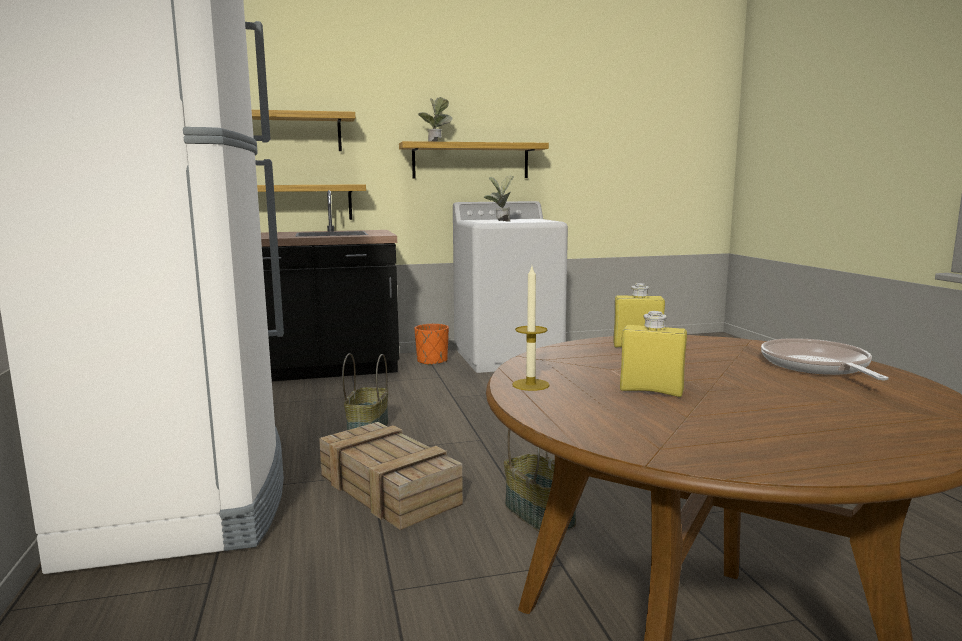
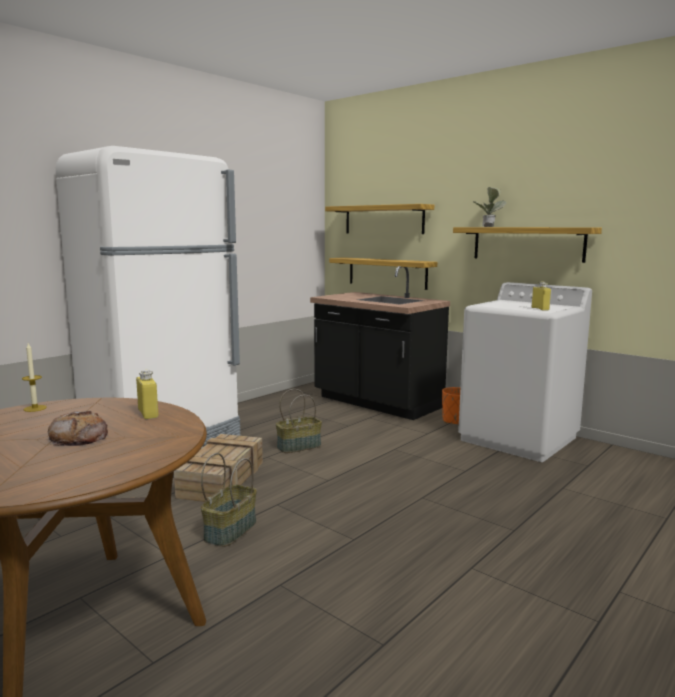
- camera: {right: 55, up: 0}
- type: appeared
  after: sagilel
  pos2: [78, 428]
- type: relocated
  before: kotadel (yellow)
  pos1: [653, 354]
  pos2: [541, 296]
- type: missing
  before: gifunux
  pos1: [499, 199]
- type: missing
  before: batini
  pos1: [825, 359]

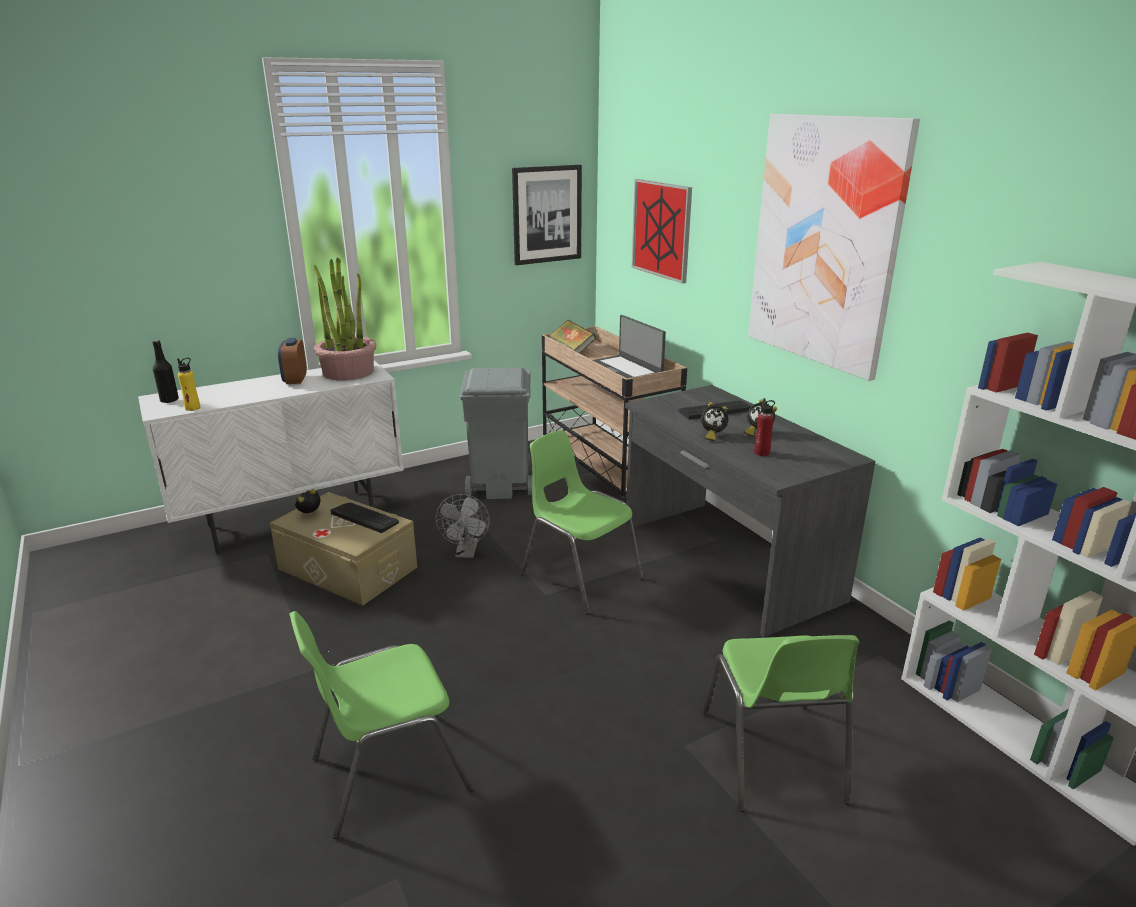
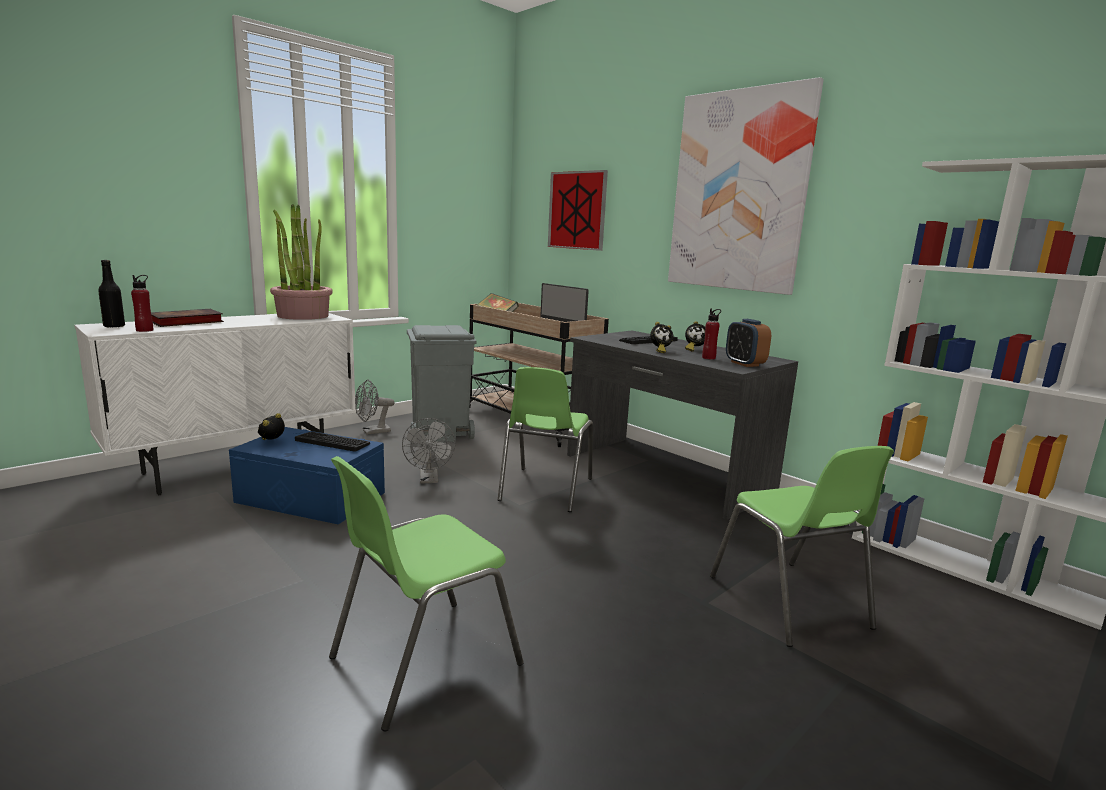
- camera: {right: -15, up: -10}
- type: colour
  before: kotadel (yellow)
  after: kotadel (red)
  pos1: [188, 384]
  pos2: [142, 303]
- type: appeared
  after: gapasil
  pos2: [187, 318]
- type: colour
  before: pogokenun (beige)
  after: pogokenun (blue)
  pos1: [343, 549]
  pos2: [307, 476]
- type: appeared
  after: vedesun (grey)
  pos2: [374, 407]
- type: spun
  before: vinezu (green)
  pos1: [582, 522]
  pos2: [545, 439]
  turn: -105
- type: relocated
  before: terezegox
  pos1: [292, 361]
  pos2: [748, 343]
- type: missing
  before: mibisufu
  pos1: [547, 215]

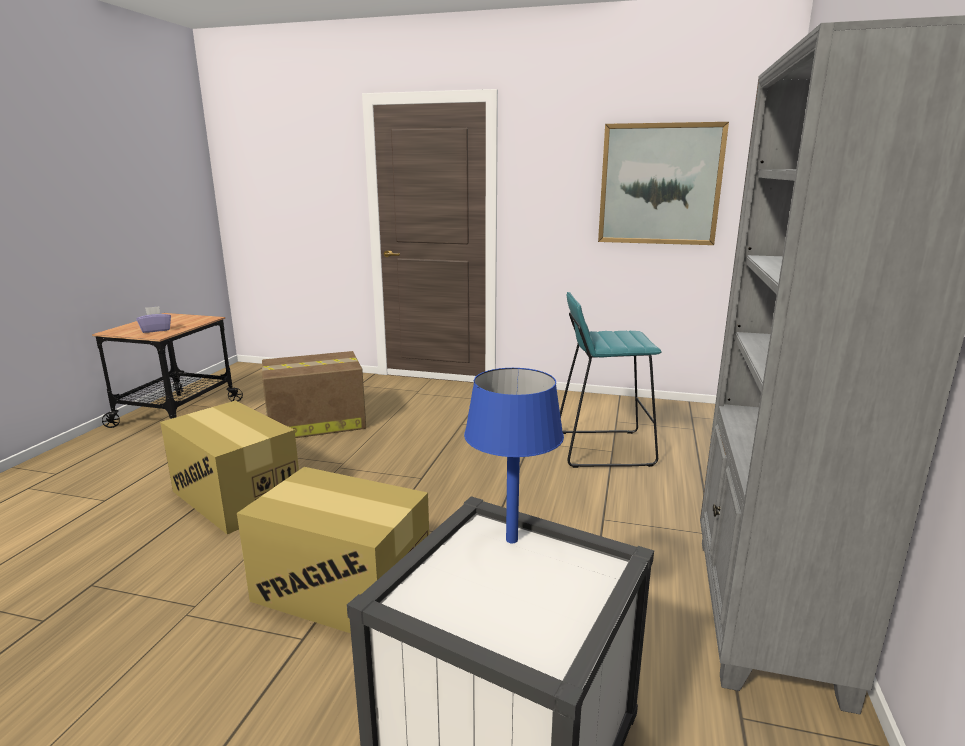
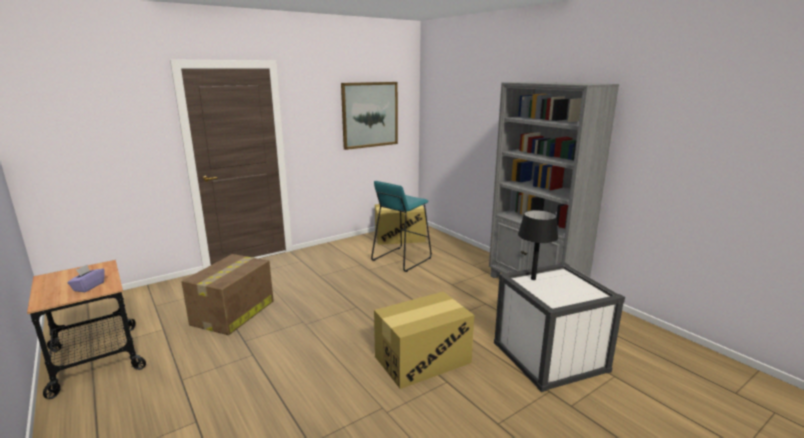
- camera: {right: -50, up: 0}
- type: relocated
  before: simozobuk
  pos1: [229, 468]
  pos2: [400, 224]
- type: colour
  before: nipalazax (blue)
  after: nipalazax (black)
  pos1: [514, 455]
  pos2: [538, 245]

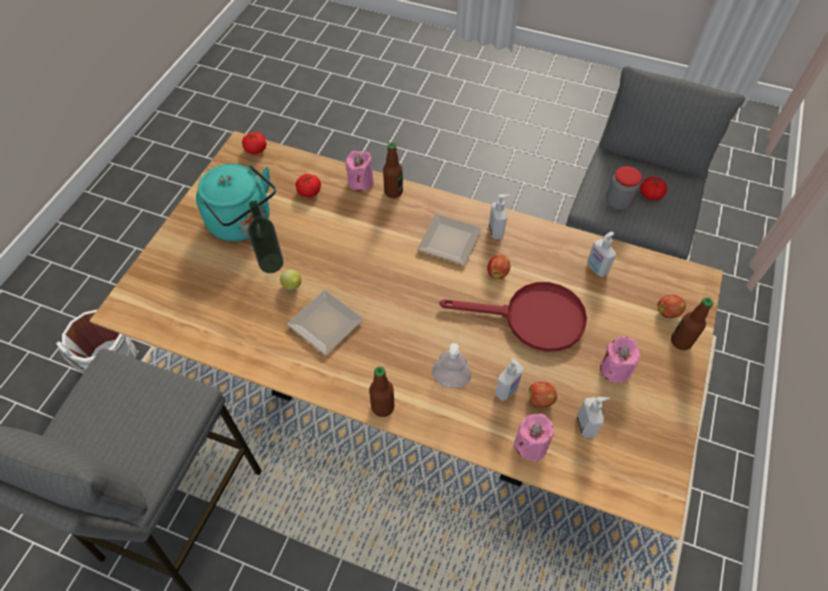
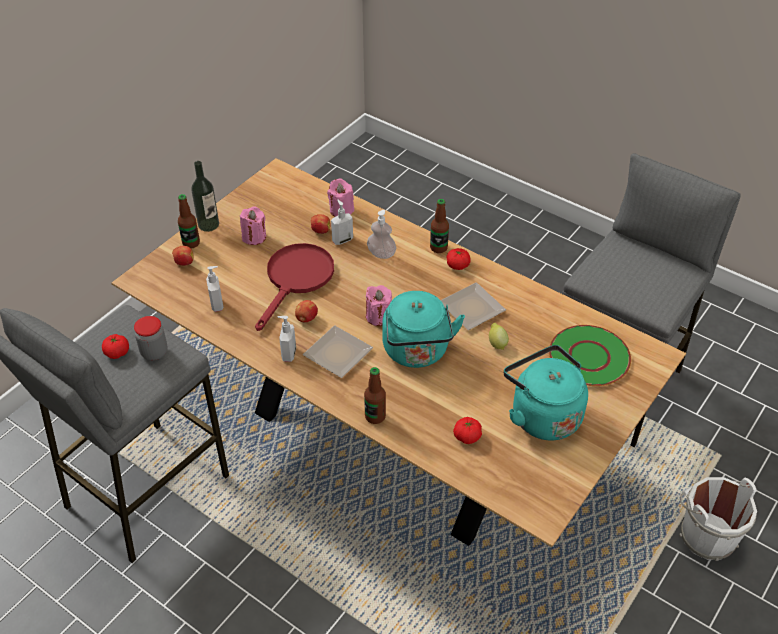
- camera: {right: -165, up: -10}
- type: relocated
  before: kotadel
  pos1: [266, 236]
  pos2: [205, 196]
- type: spun
  before: batini (red)
  pos1: [513, 316]
  pos2: [294, 287]
  turn: 90
- type: relocated
  before: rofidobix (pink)
  pos1: [359, 171]
  pos2: [379, 305]
- type: appeared
  after: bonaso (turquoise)
  pos2: [423, 329]
- type: relocated
  before: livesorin
  pos1: [254, 143]
  pos2: [458, 259]
- type: appeared
  after: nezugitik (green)
  pos2: [590, 355]
- type: missing
  before: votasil
  pos1: [593, 418]

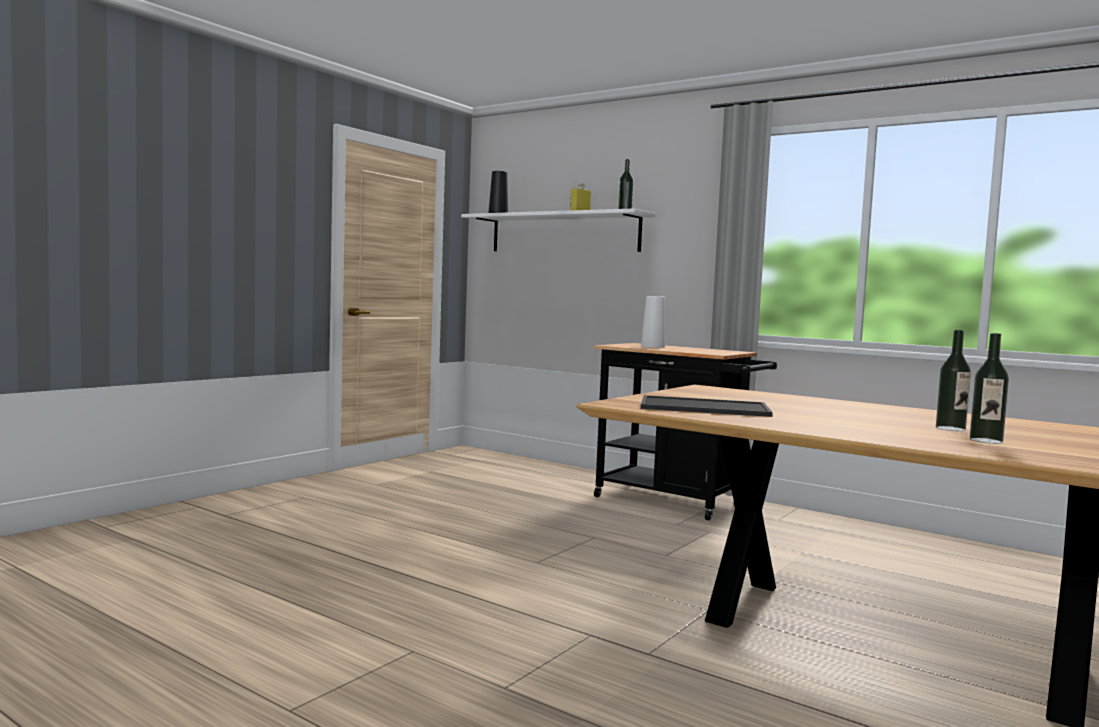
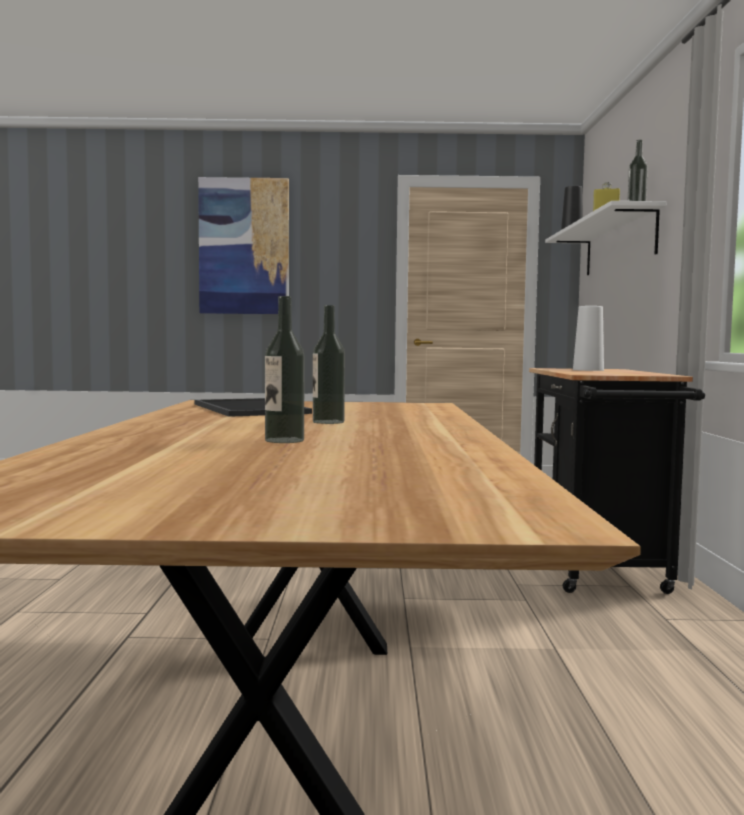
- camera: {right: 55, up: 0}
- type: appeared
  after: mibisufu
  pos2: [243, 245]
- type: relocated
  before: kotadel
  pos1: [989, 388]
  pos2: [329, 364]

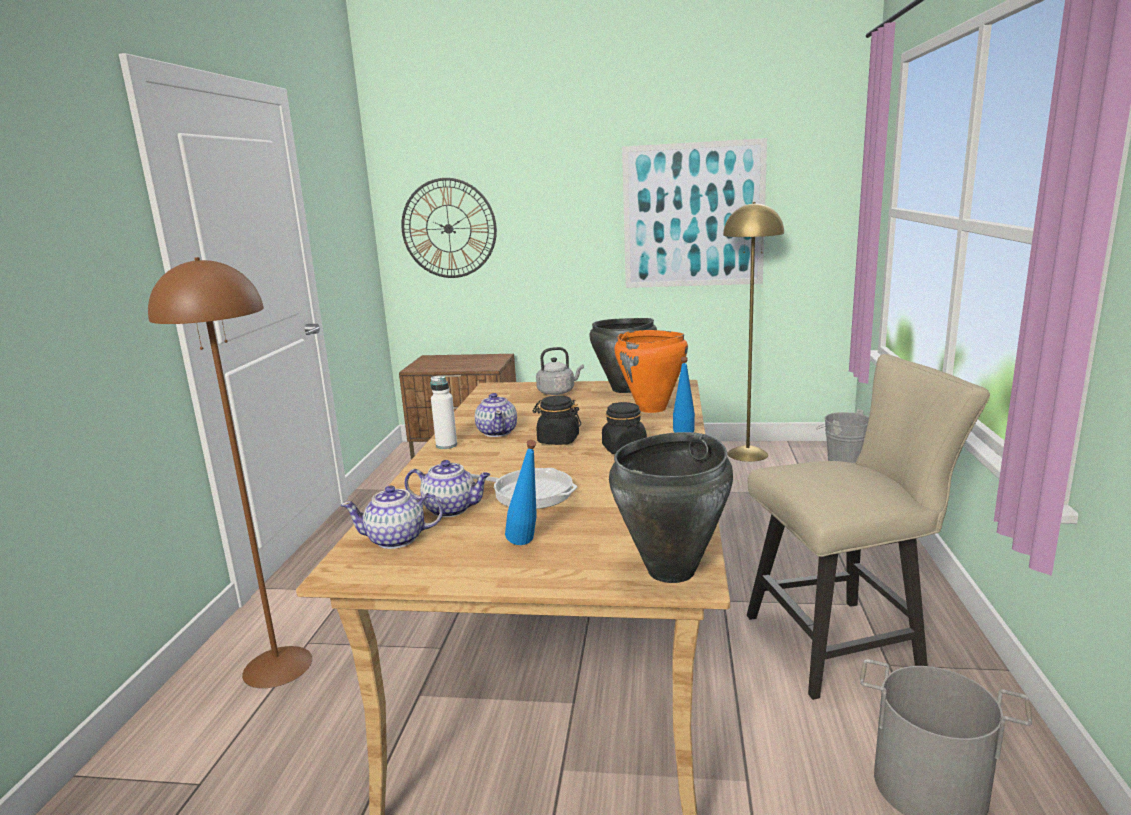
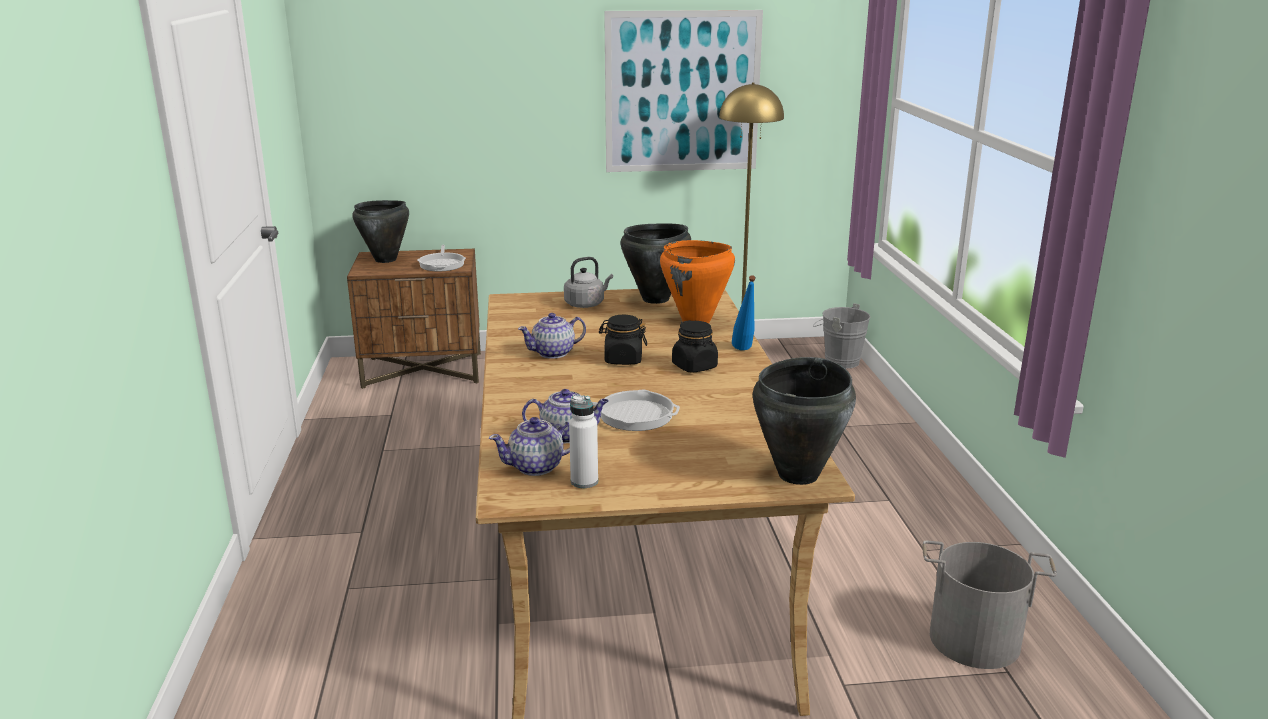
- camera: {right: -15, up: 5}
- type: appeared
  after: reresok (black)
  pos2: [381, 231]
- type: appeared
  after: batini
  pos2: [441, 258]
- type: spun
  before: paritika
  pos1: [496, 415]
  pos2: [552, 336]
  turn: 90
- type: relocated
  before: kotadel (white)
  pos1: [443, 412]
  pos2: [583, 441]
- type: missing
  before: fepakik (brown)
  pos1: [230, 472]
- type: missing
  before: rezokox
  pos1: [449, 228]
- type: missing
  before: kotadel (blue)
  pos1: [521, 492]
- type: missing
  before: vinezu (beige)
  pos1: [868, 527]

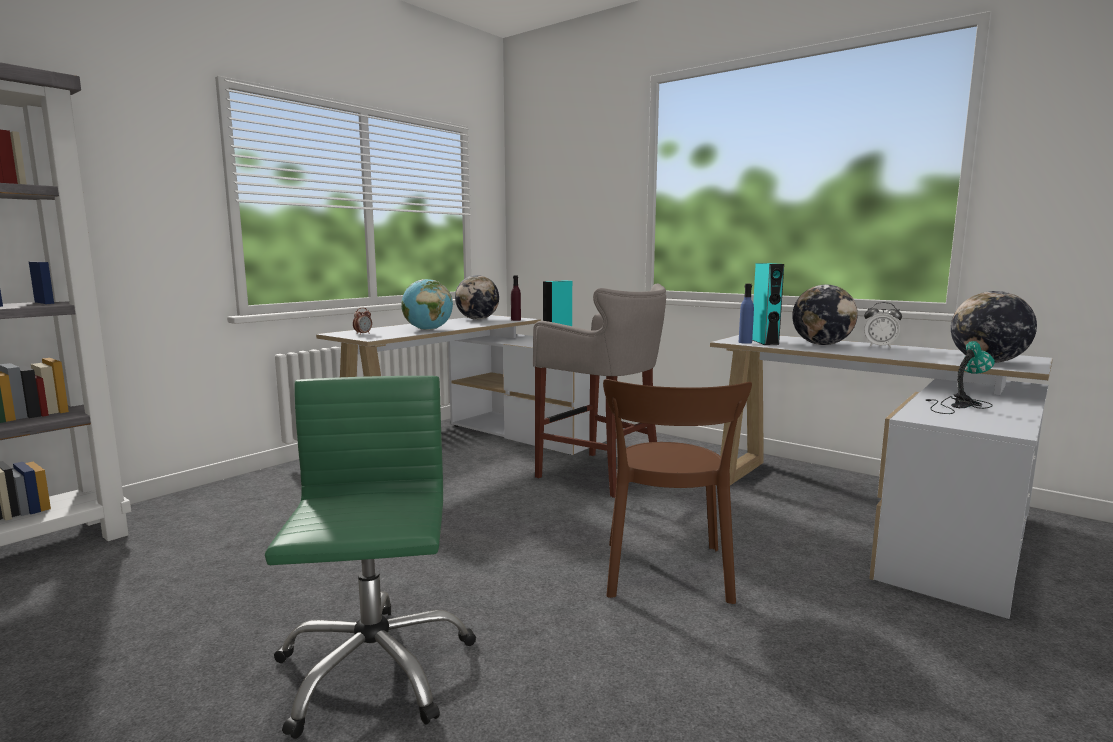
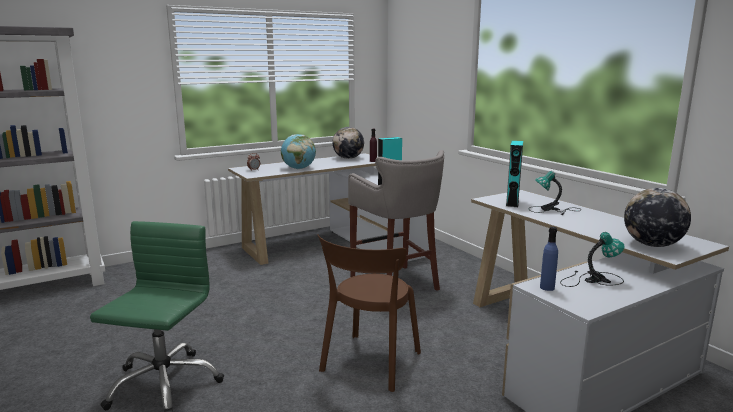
- camera: {right: 20, up: 5}
- type: exchanged
  before: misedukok
  after: nipalazax
  pos1: [825, 315]
  pos2: [555, 193]
- type: relocated
  before: kotadel (blue)
  pos1: [746, 314]
  pos2: [549, 259]
- type: missing
  before: terezegox
  pos1: [883, 325]

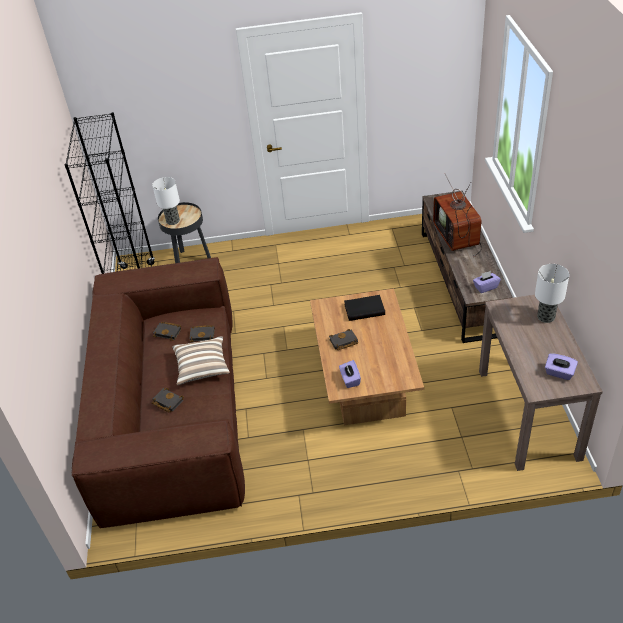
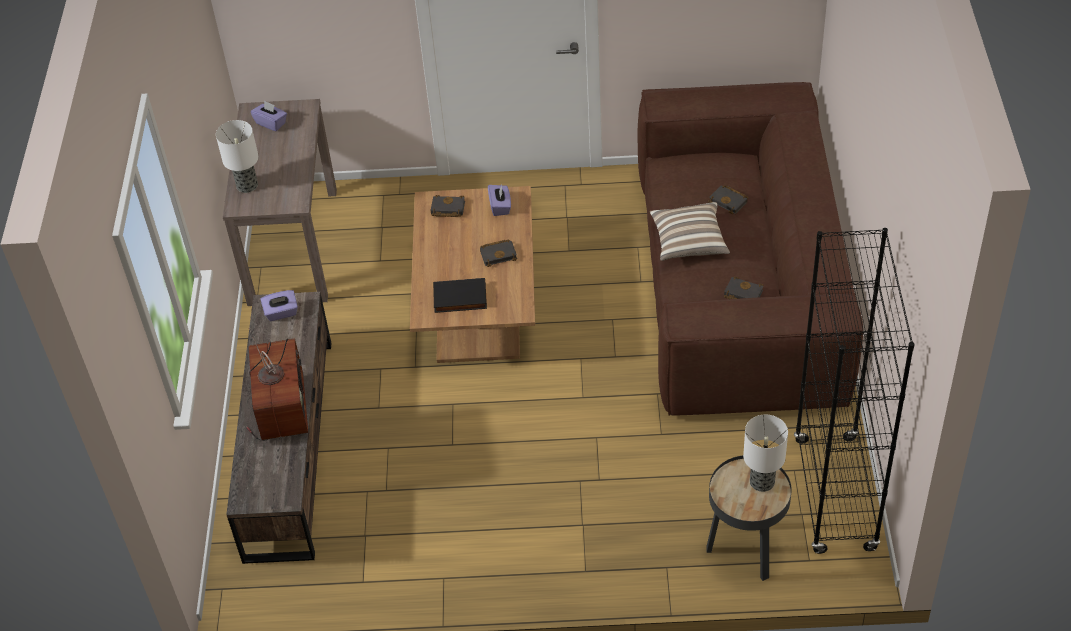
- camera: {right: -175, up: 5}
- type: relocated
  before: gapasil (black)
  pos1: [202, 333]
  pos2: [448, 206]

